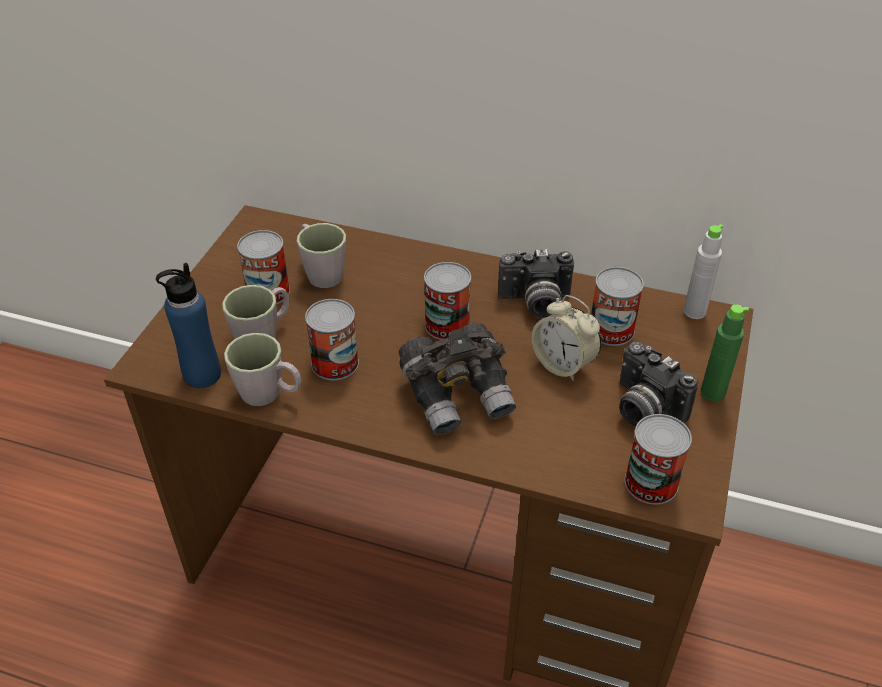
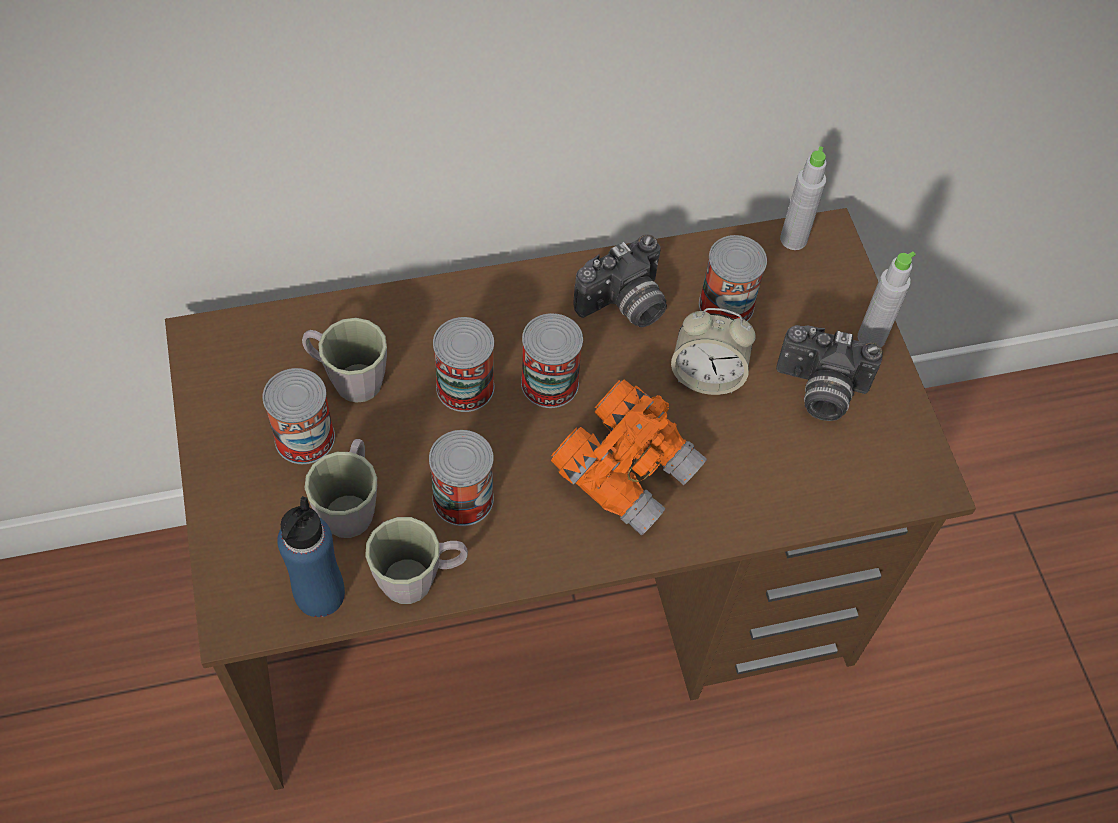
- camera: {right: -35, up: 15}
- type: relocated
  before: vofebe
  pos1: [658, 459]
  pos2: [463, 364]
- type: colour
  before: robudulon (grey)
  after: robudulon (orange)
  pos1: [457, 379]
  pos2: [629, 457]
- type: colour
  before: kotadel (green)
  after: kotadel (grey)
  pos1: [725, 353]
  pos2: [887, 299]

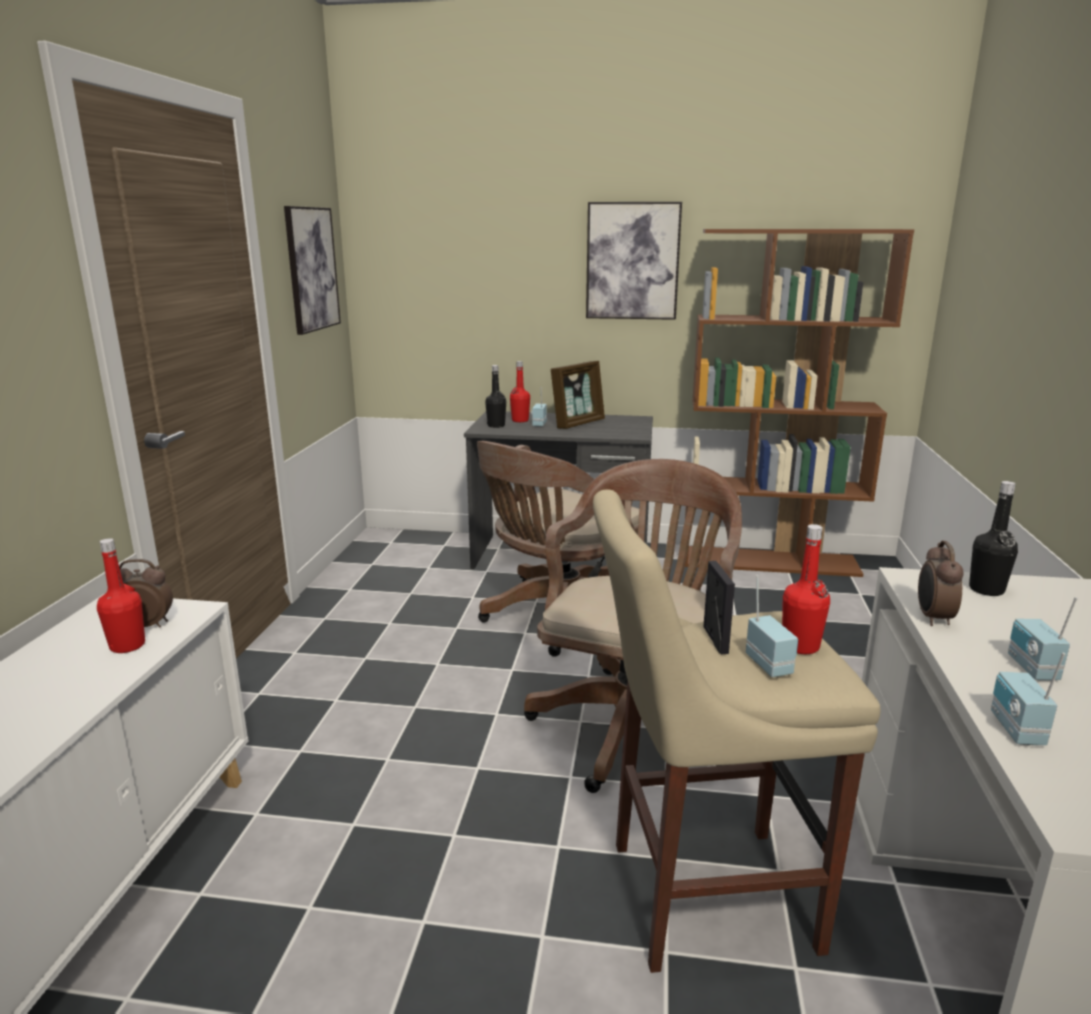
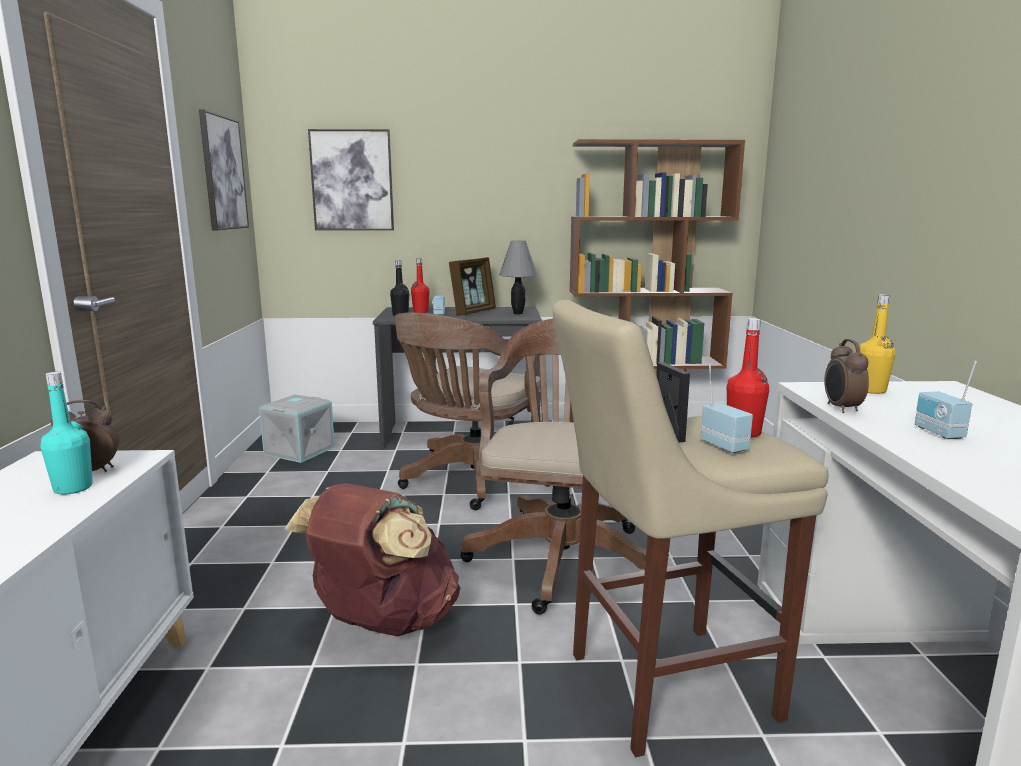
- camera: {right: -10, up: -5}
- type: colour
  before: kotadel (red)
  after: kotadel (turquoise)
  pos1: [121, 595]
  pos2: [66, 433]
- type: appeared
  after: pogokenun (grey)
  pos2: [297, 428]
- type: appeared
  after: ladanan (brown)
  pos2: [372, 559]
- type: relocated
  before: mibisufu
  pos1: [634, 261]
  pos2: [351, 179]
- type: appeared
  after: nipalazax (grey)
  pos2: [518, 277]
- type: colour
  before: kotadel (black)
  after: kotadel (yellow)
  pos1: [993, 538]
  pos2: [878, 344]
- type: missing
  before: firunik
  pos1: [1028, 699]

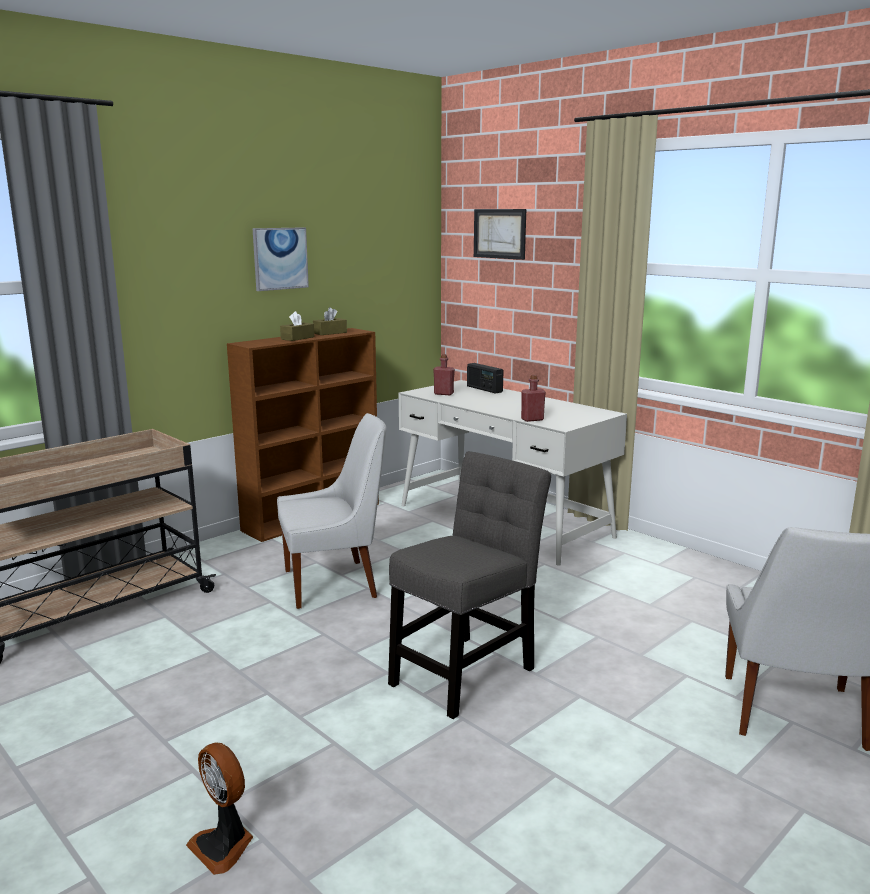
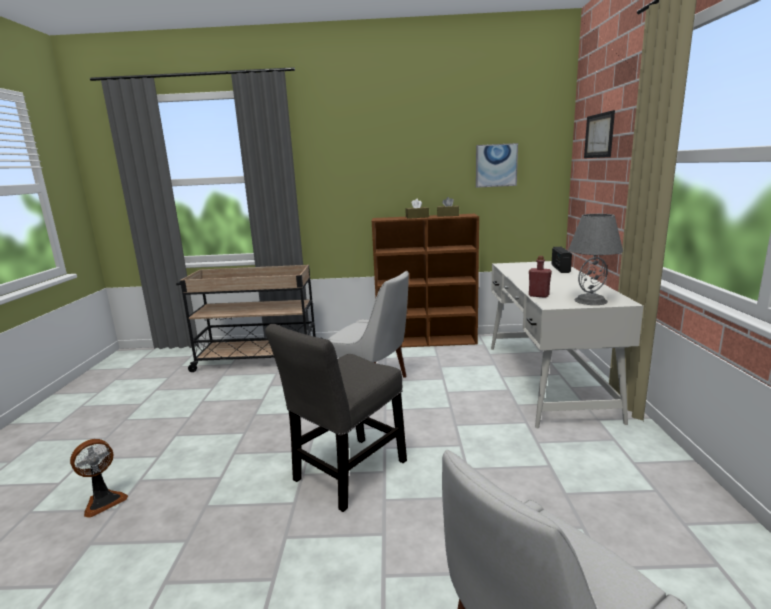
- camera: {right: 45, up: 0}
- type: spun
  before: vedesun
  pos1: [219, 808]
  pos2: [99, 478]
  turn: -135
- type: spun
  before: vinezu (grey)
  pos1: [469, 585]
  pos2: [336, 418]
  turn: 135
- type: relocated
  before: mibisufu
  pos1: [281, 259]
  pos2: [497, 165]
- type: appeared
  after: nipalazax (grey)
  pos2: [595, 259]
- type: missing
  before: kotadel (red)
  pos1: [444, 374]

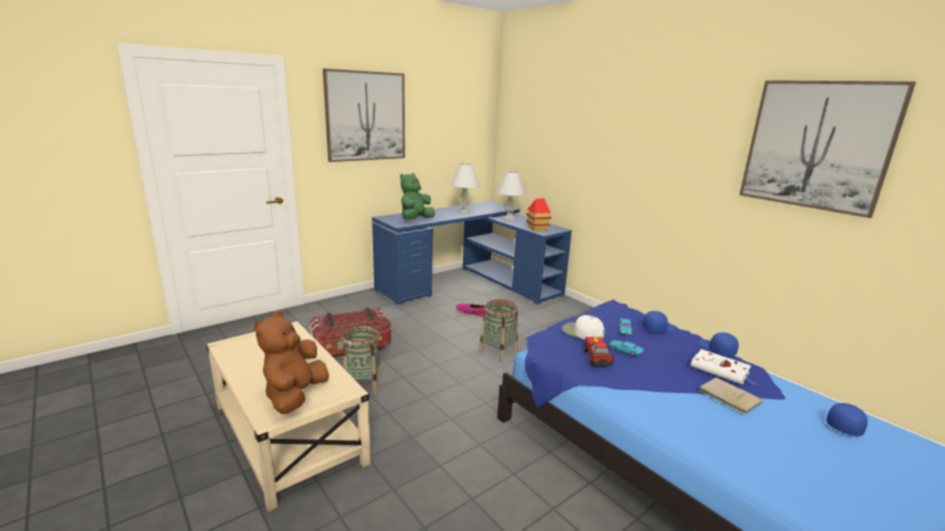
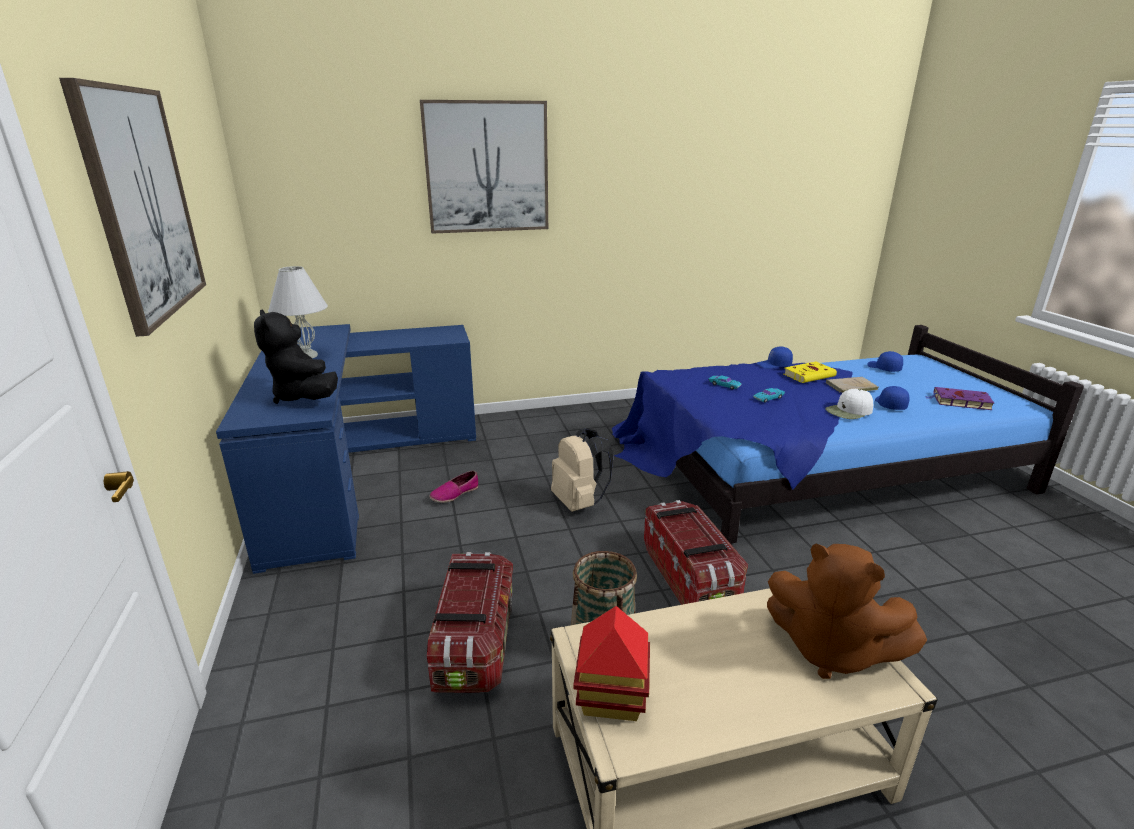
- camera: {right: -65, up: 5}
- type: colour
  before: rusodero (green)
  after: rusodero (black)
  pos1: [417, 196]
  pos2: [296, 357]
- type: relocated
  before: mibisufu
  pos1: [827, 149]
  pos2: [484, 167]
- type: exchanged
  before: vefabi
  after: ladanan (beige)
  pos1: [498, 331]
  pos2: [582, 470]
- type: relocated
  before: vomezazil
  pos1: [539, 214]
  pos2: [611, 663]
- type: appeared
  after: pogokenun
  pos2: [696, 552]
- type: colour
  before: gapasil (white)
  after: gapasil (yellow)
  pos1: [723, 367]
  pos2: [810, 372]
- type: relocated
  before: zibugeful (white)
  pos1: [583, 327]
  pos2: [849, 404]
- type: relocated
  before: zibugeful (blue)
  pos1: [659, 322]
  pos2: [892, 398]
- type: appeared
  after: gapasil (purple)
  pos2: [960, 398]
- type: missing
  before: nipalazax (white)
  pos1: [511, 195]
- type: missing
  before: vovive
  pos1: [599, 351]

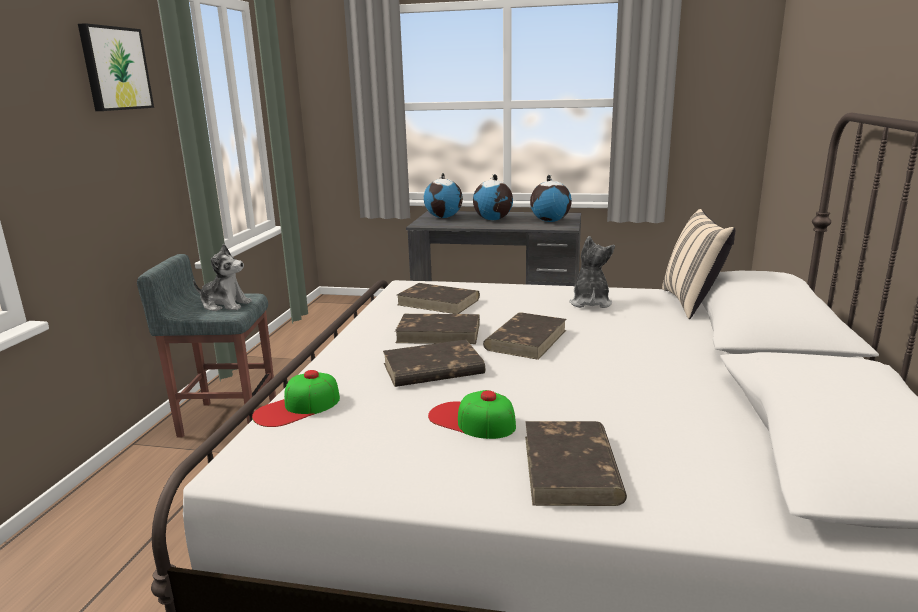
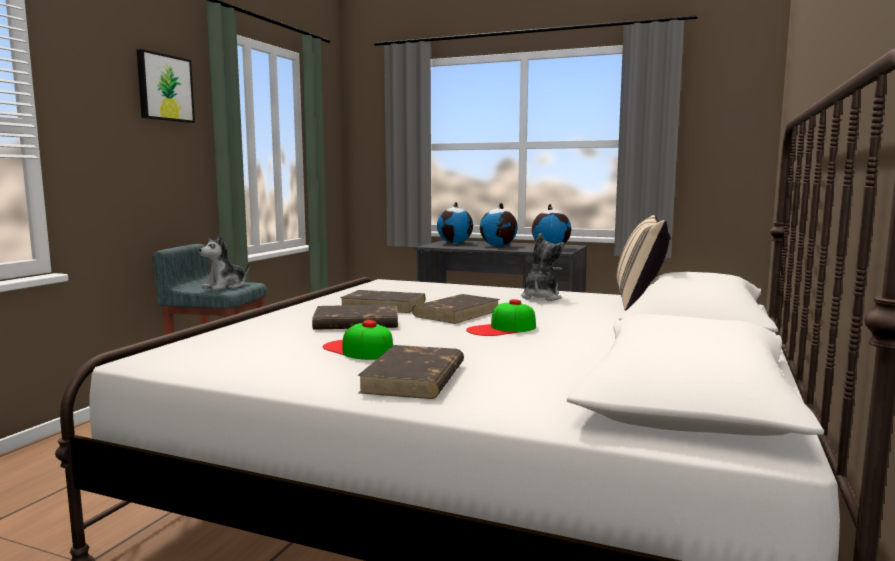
- camera: {right: 10, up: -10}
- type: spun
  before: rusodero
  pos1: [222, 277]
  pos2: [224, 261]
  turn: 105
- type: relocated
  before: zibugeful
  pos1: [296, 398]
  pos2: [501, 317]
- type: missing
  before: gapasil (brown)
  pos1: [438, 298]

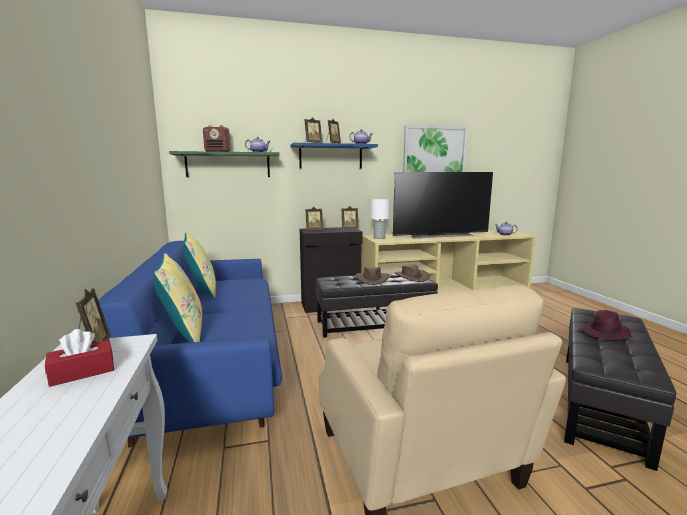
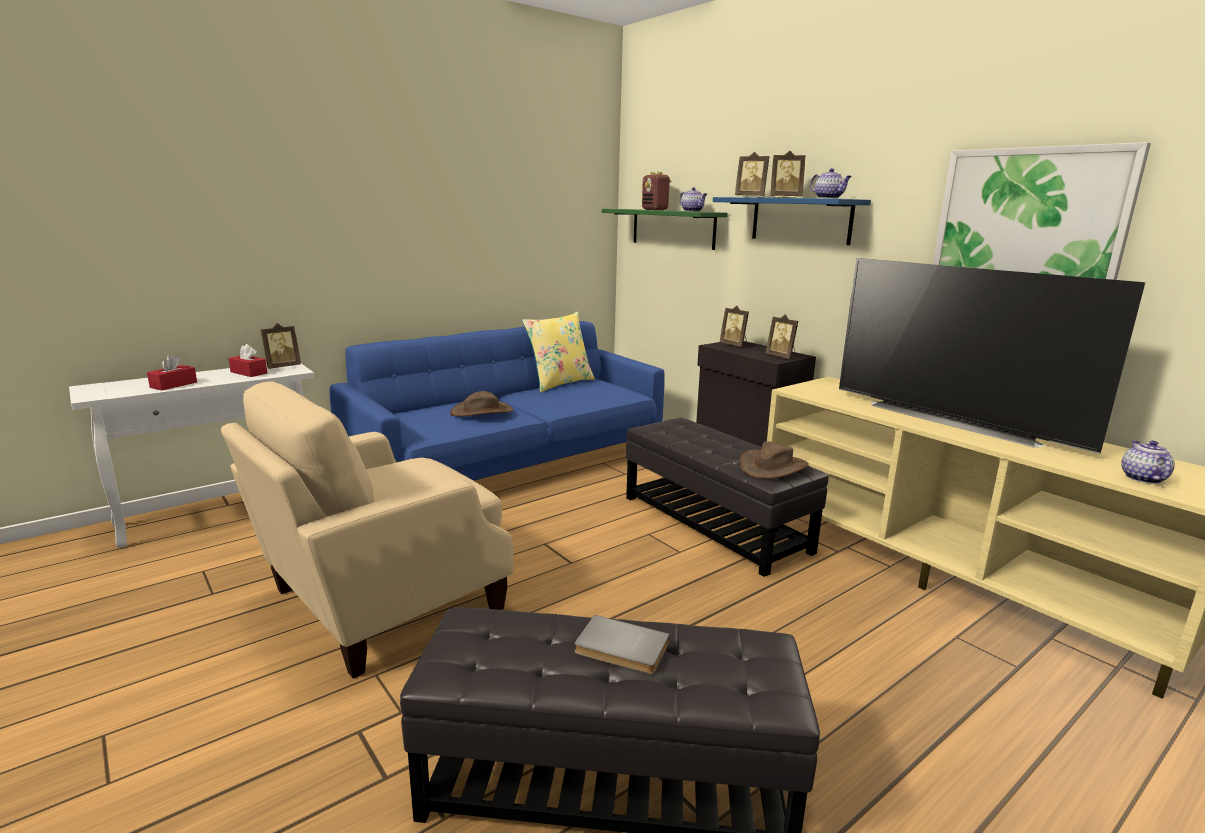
- camera: {right: 65, up: 5}
- type: appeared
  after: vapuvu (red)
  pos2: [172, 372]
- type: relocated
  before: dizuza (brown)
  pos1: [372, 276]
  pos2: [481, 404]
- type: exchanged
  before: dizuza (purple)
  after: gapasil (grey)
  pos1: [606, 325]
  pos2: [622, 644]
- type: missing
  before: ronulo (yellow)
  pos1: [177, 297]
- type: missing
  before: nipalazax (white)
  pos1: [380, 219]

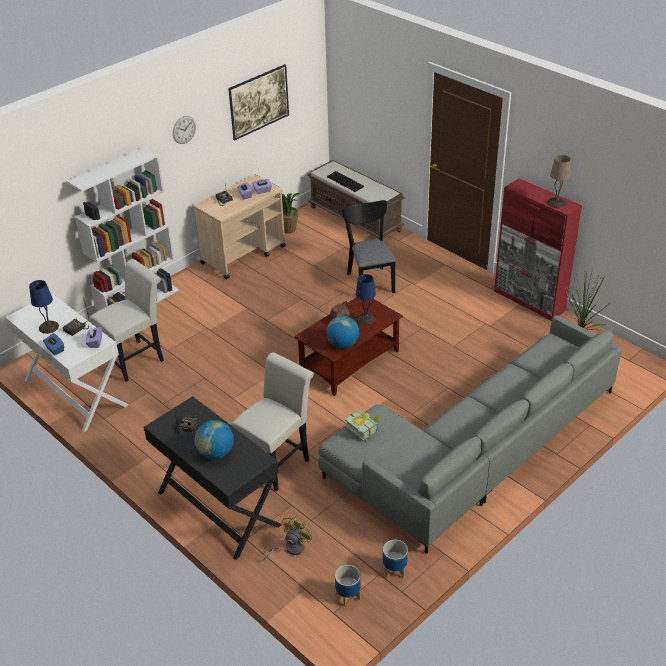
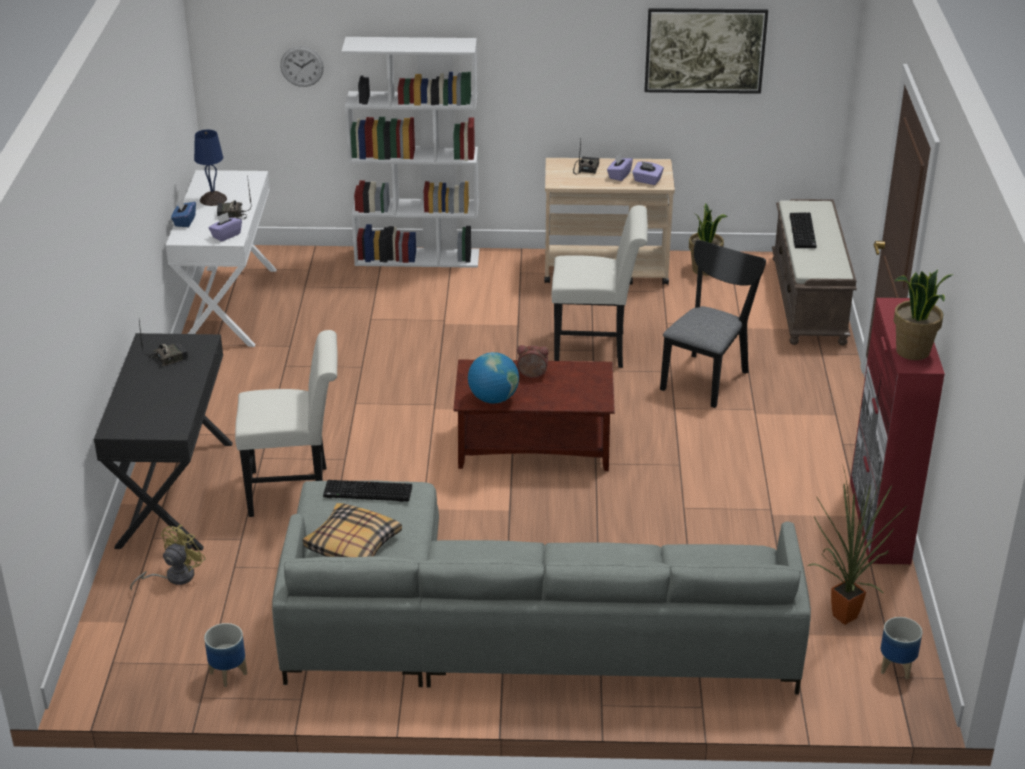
- camera: {right: 45, up: -5}
- type: spun
  before: vedesun (yellow)
  pos1: [288, 538]
  pos2: [168, 557]
  turn: -45
- type: relocated
  before: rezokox
  pos1: [184, 130]
  pos2: [302, 66]
- type: appeared
  after: ronulo
  pos2: [352, 530]
- type: exchanged
  before: gapasil
  after: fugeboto
  pos1: [362, 425]
  pos2: [367, 491]
- type: relocated
  before: vinezu (white)
  pos1: [126, 320]
  pos2: [599, 286]
- type: relocated
  before: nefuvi
  pos1: [348, 586]
  pos2: [901, 648]
- type: exchanged
  before: nipalazax (beige)
  after: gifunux
  pos1: [559, 181]
  pos2: [922, 314]
- type: missing
  before: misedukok
  pos1: [214, 439]
- type: missing
  before: nipalazax (blue)
  pos1: [366, 299]

